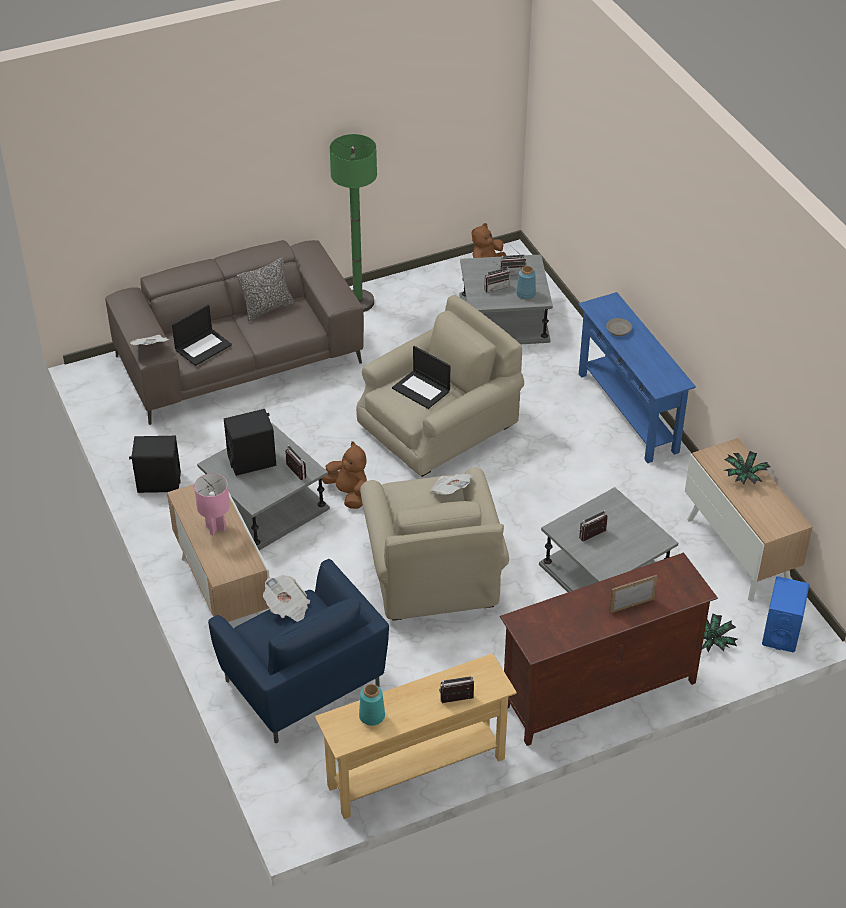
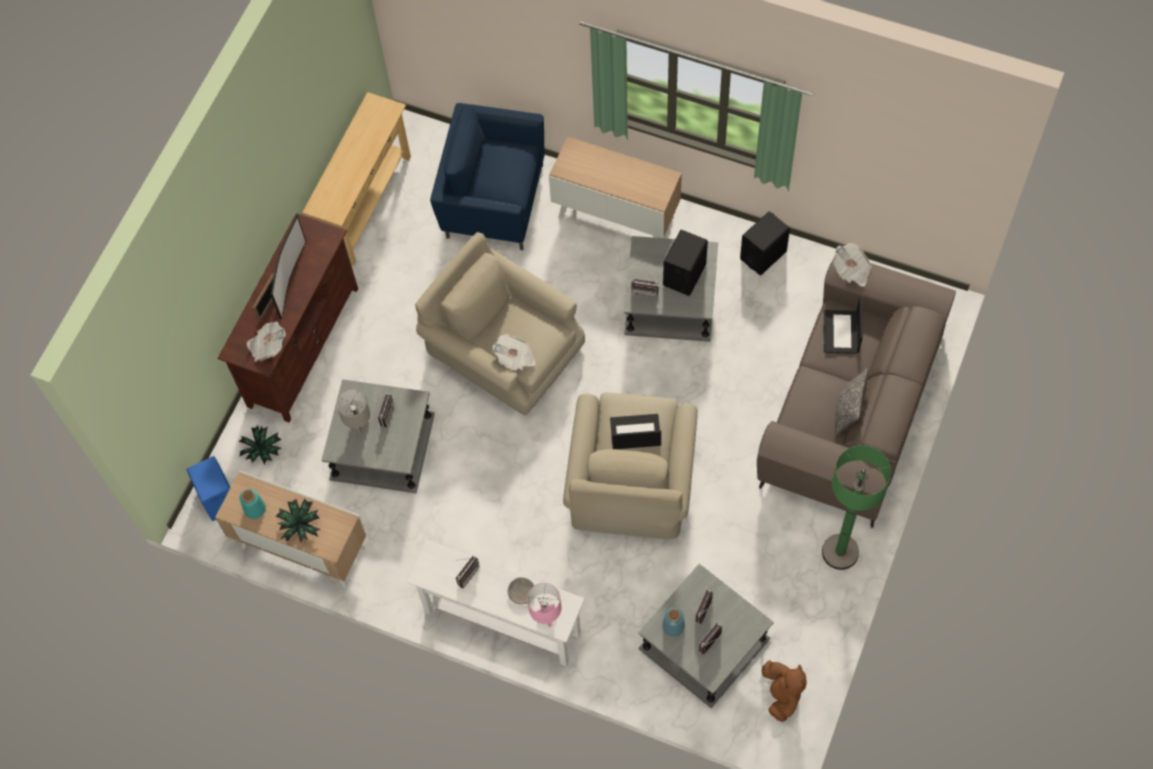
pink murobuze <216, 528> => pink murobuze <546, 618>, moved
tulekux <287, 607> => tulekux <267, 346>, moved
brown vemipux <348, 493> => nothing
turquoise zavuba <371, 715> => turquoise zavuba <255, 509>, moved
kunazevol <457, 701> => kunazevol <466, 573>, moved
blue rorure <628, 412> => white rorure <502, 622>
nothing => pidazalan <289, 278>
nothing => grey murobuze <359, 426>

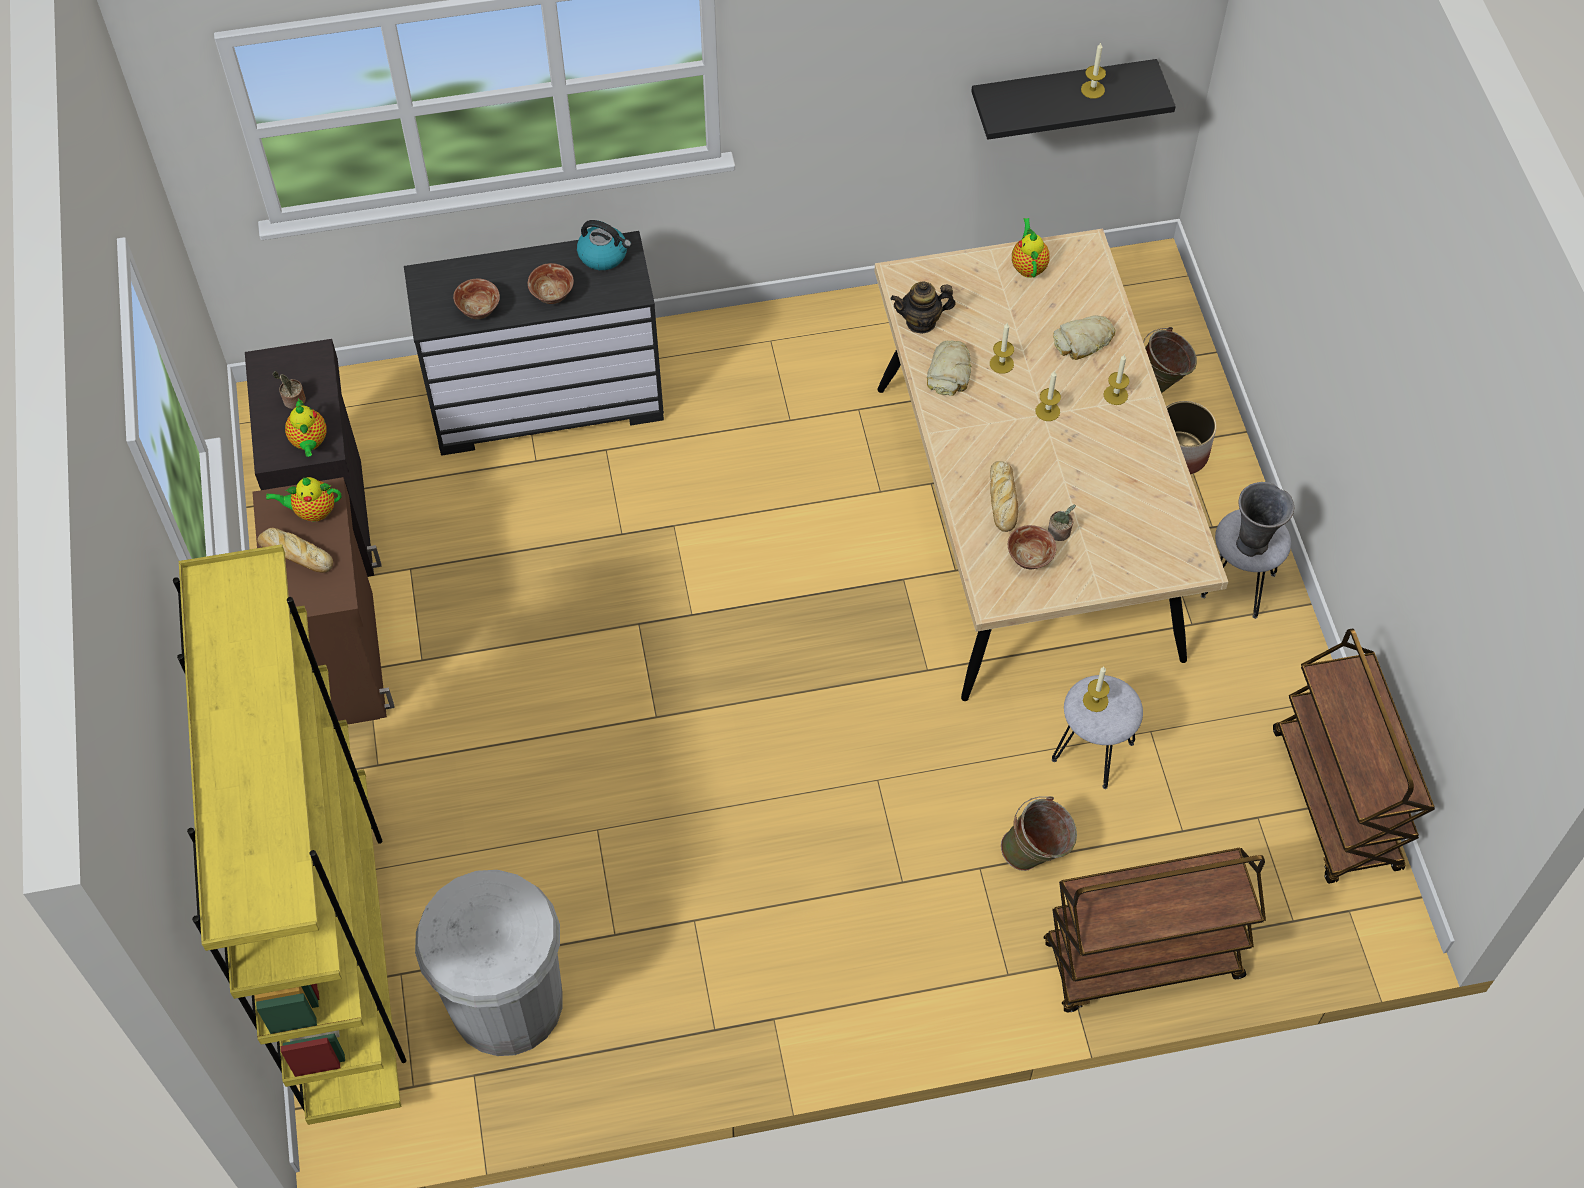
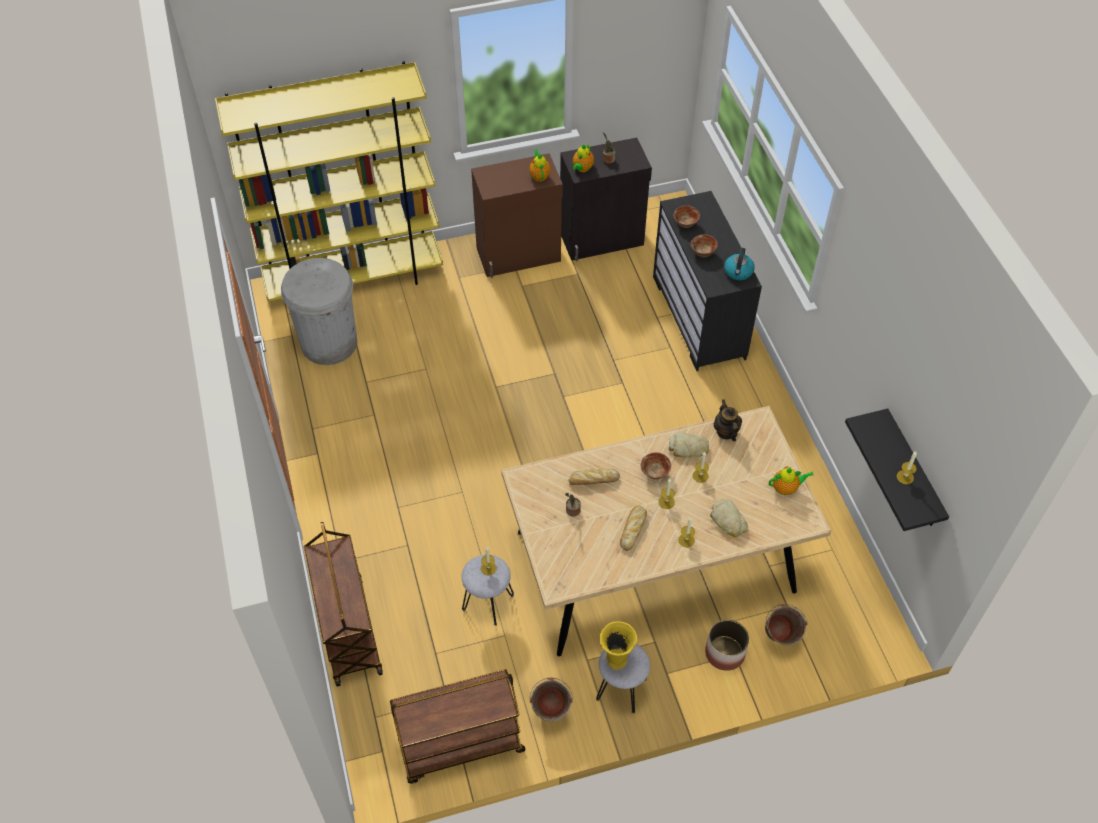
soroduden <294, 554> => soroduden <633, 528>, moved
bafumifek <309, 443> => bafumifek <582, 168>, 45 degrees counterclockwise
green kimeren <1036, 855> => green kimeren <550, 713>, moved
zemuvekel <1029, 559> => zemuvekel <655, 473>, moved
grey zavuba <1253, 545> => yellow zavuba <616, 660>

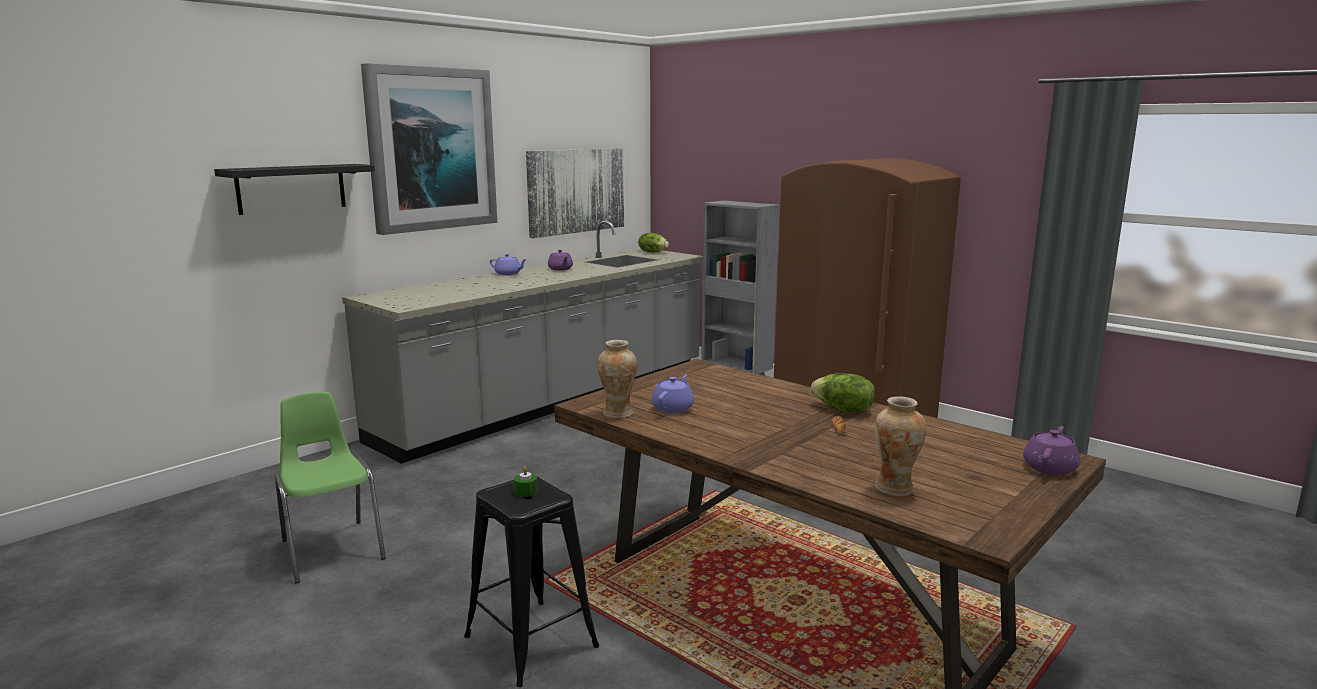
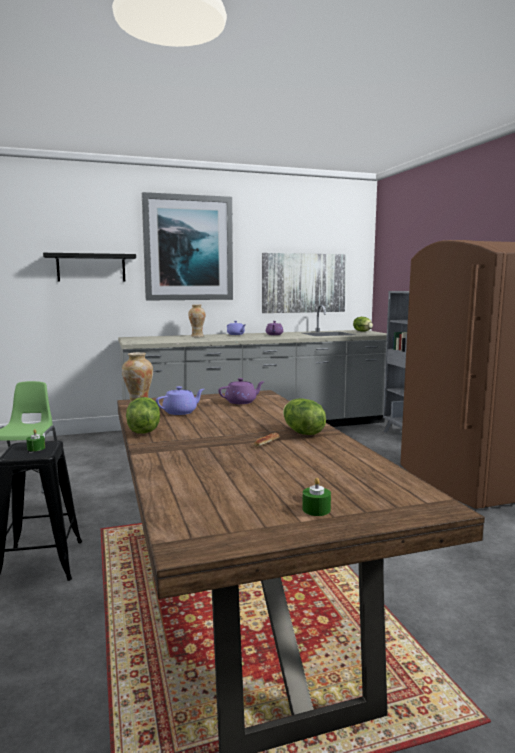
zavuba <894, 489> => zavuba <197, 336>, moved
purple bafumifek <1050, 467> => purple bafumifek <241, 402>, moved
nothing => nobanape <143, 430>
nothing => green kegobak <316, 509>

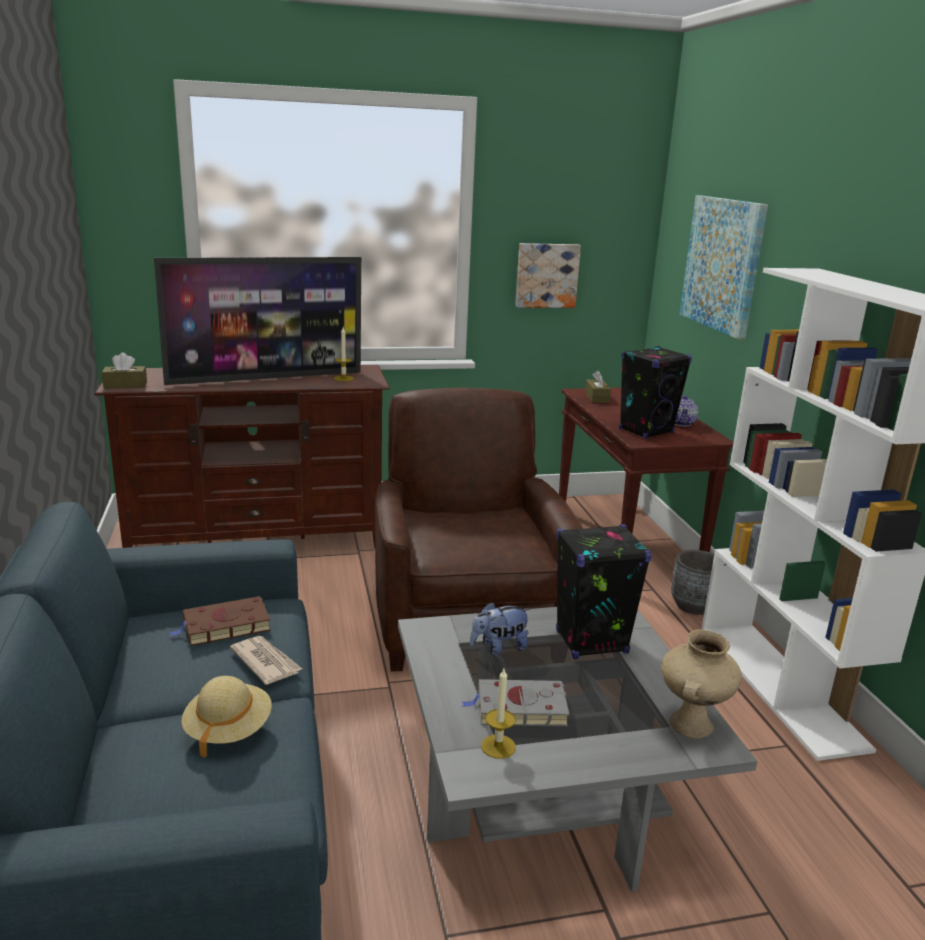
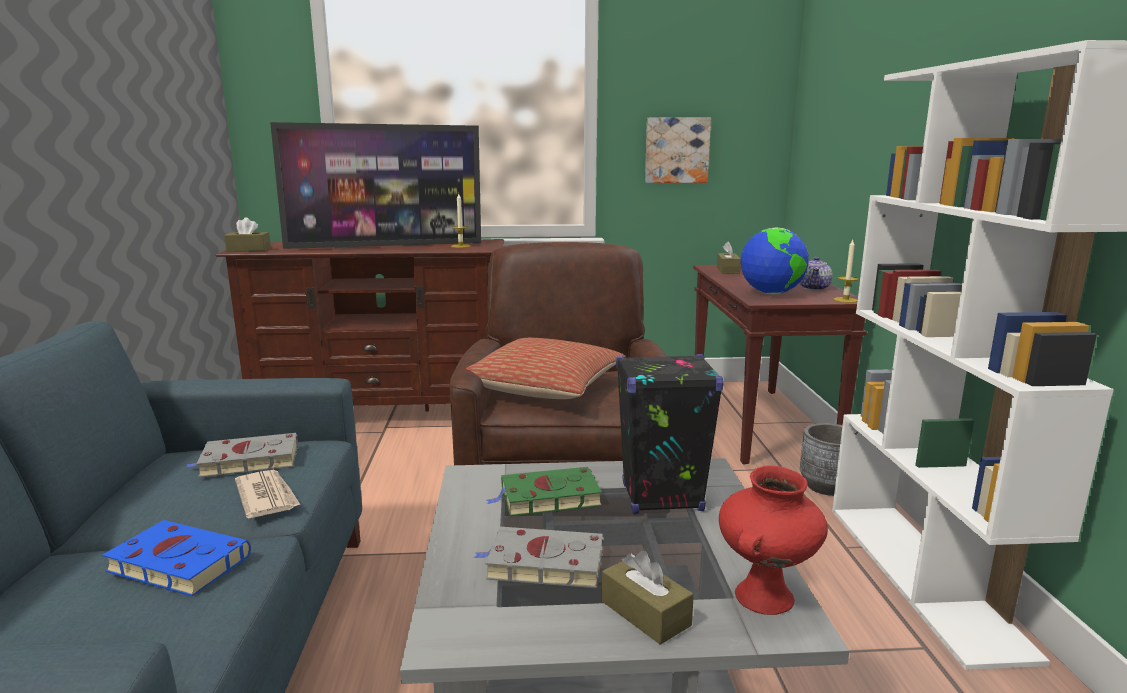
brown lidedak <224, 626> => grey lidedak <247, 461>
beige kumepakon <228, 729> => blue lidedak <176, 563>
vemipux <499, 647> => green lidedak <547, 498>
kegobak <498, 746> => kegobak <845, 300>, moved
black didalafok <646, 431> => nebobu <771, 293>
beige zavuba <692, 725> => red zavuba <765, 598>
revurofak <723, 264> => nothing
nothing => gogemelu <544, 388>
nothing => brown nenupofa <645, 613>

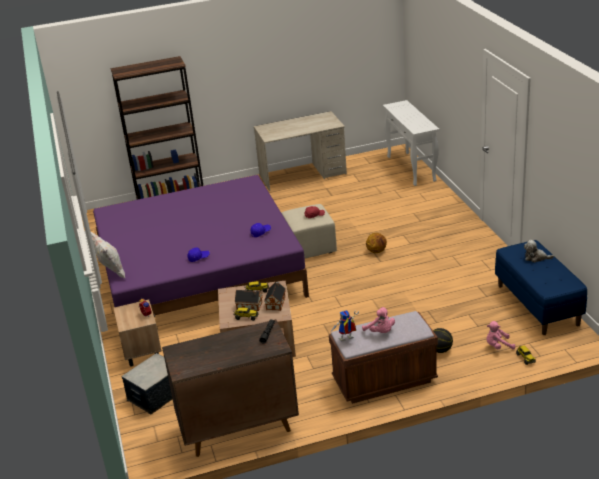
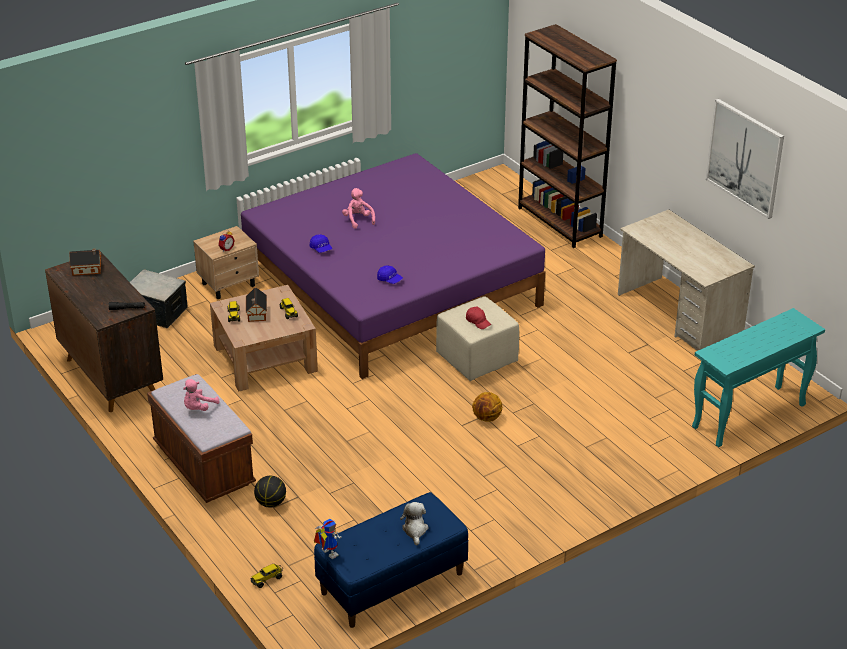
white gogemelu <111, 272> => nothing
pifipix <276, 303> => pifipix <88, 269>, moved
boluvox <346, 340> => boluvox <326, 553>, moved
white rorure <411, 169> => turquoise rorure <748, 417>
pink vemipux <498, 346> => pink vemipux <358, 220>, moved
nothing => revurofak <745, 157>

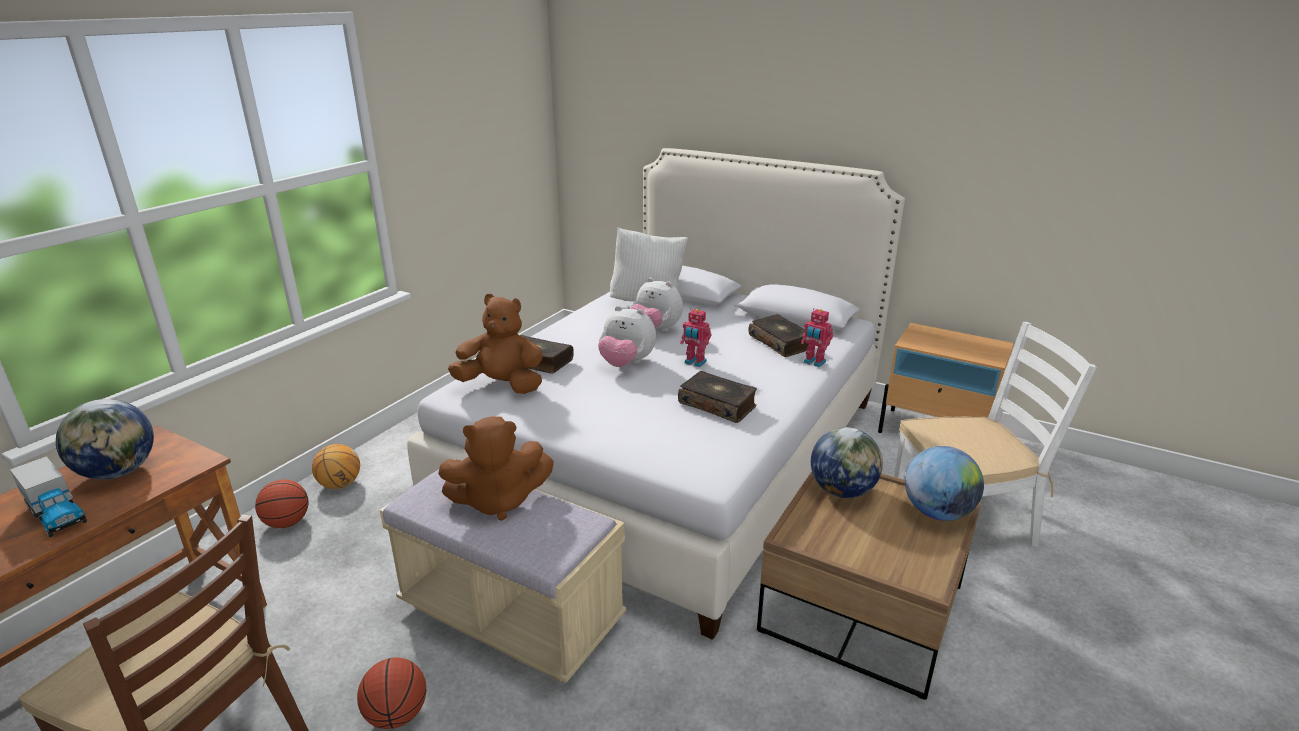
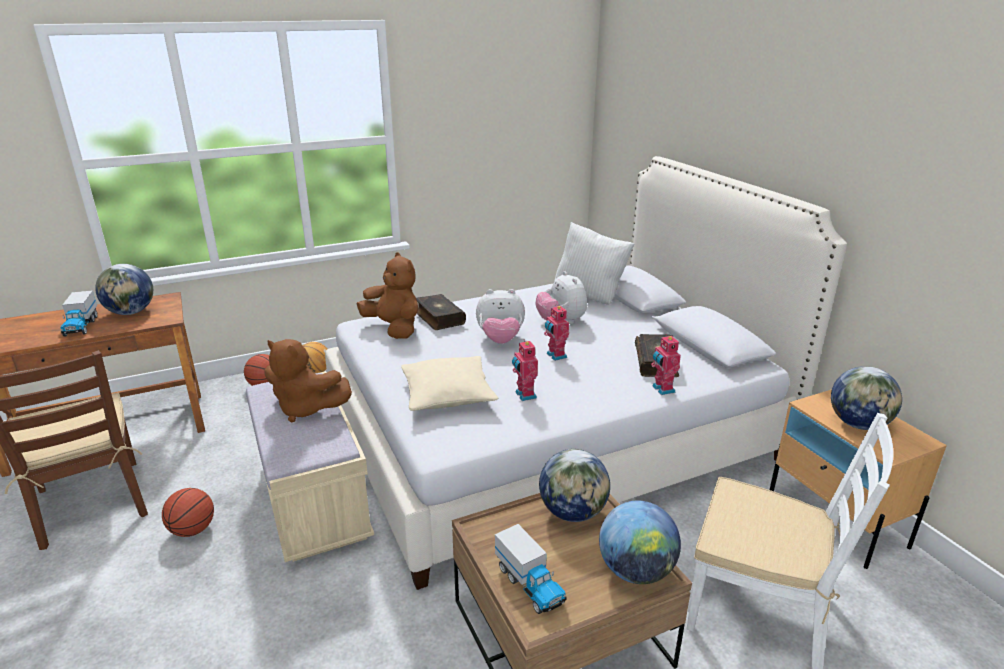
vemipux <626, 364> => vemipux <500, 340>, 60 degrees counterclockwise
lidedak <717, 405> => boluvox <524, 395>
nothing => beige gogemelu <448, 395>
nothing => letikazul <530, 584>
nothing => nebobu <858, 424>

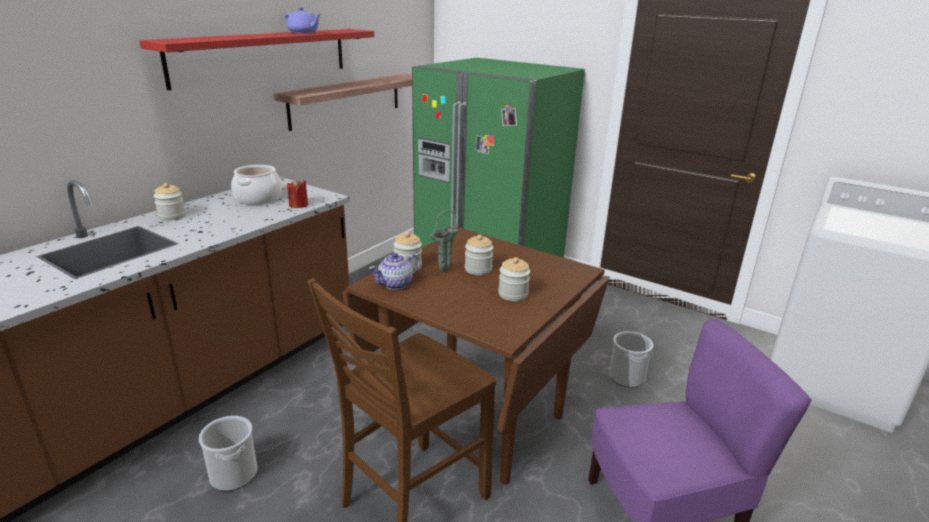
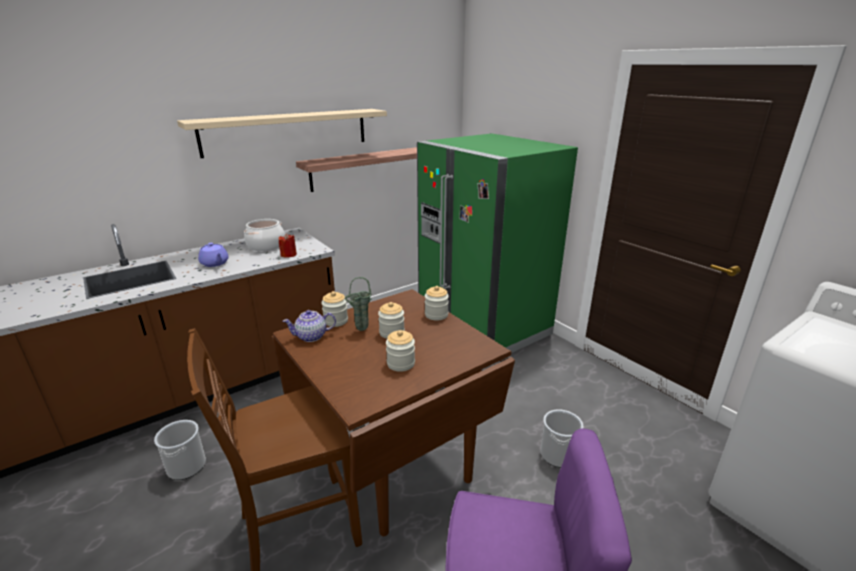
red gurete <263, 56> => beige gurete <287, 131>
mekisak <172, 216> => mekisak <436, 315>, moved
purple bafumifek <303, 33> => purple bafumifek <215, 263>, moved

